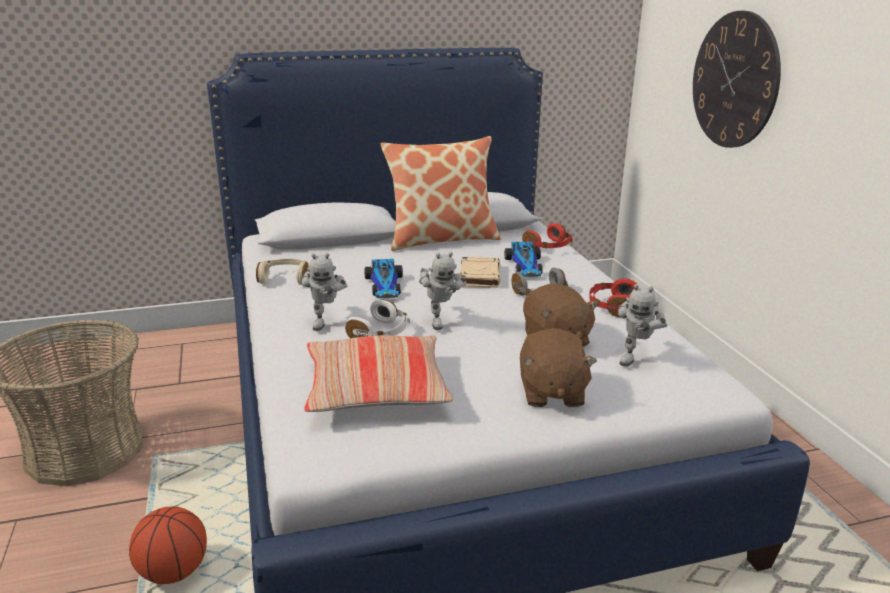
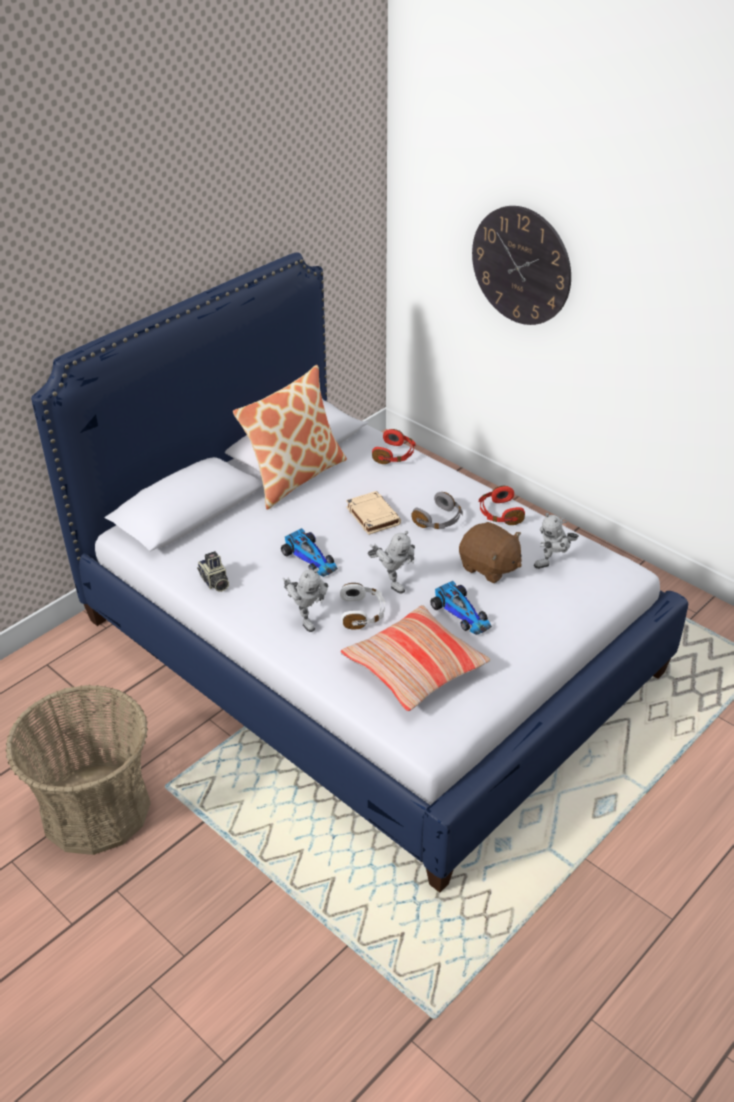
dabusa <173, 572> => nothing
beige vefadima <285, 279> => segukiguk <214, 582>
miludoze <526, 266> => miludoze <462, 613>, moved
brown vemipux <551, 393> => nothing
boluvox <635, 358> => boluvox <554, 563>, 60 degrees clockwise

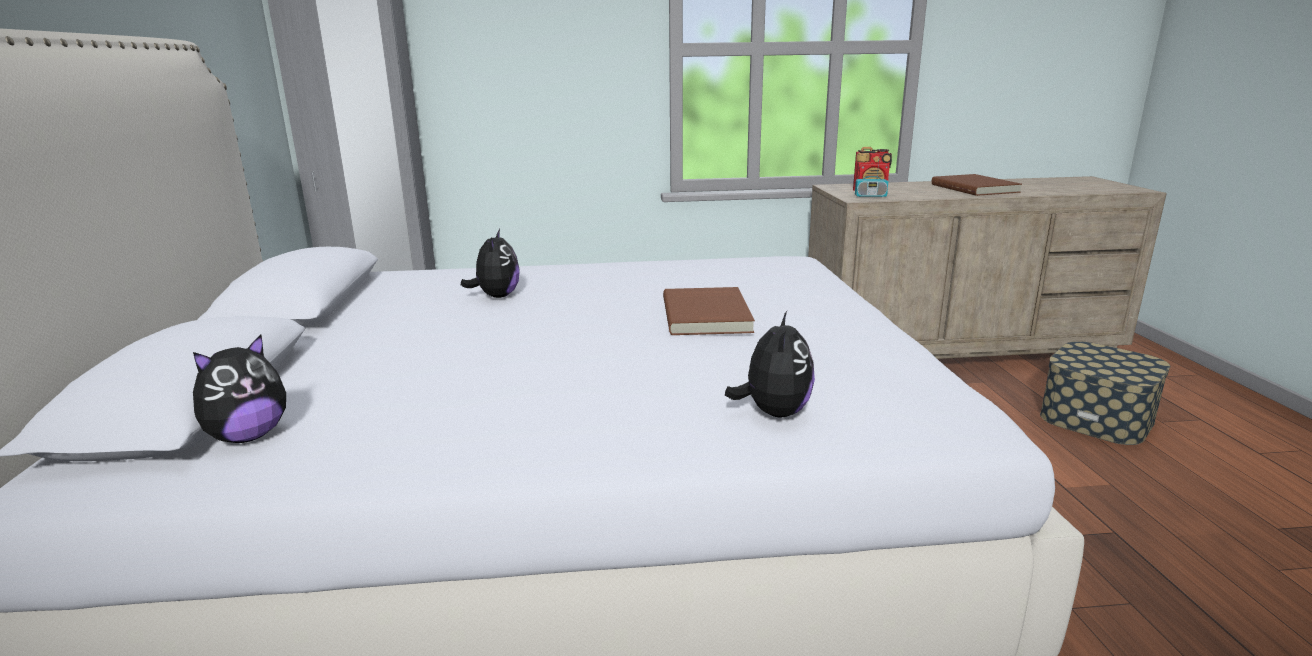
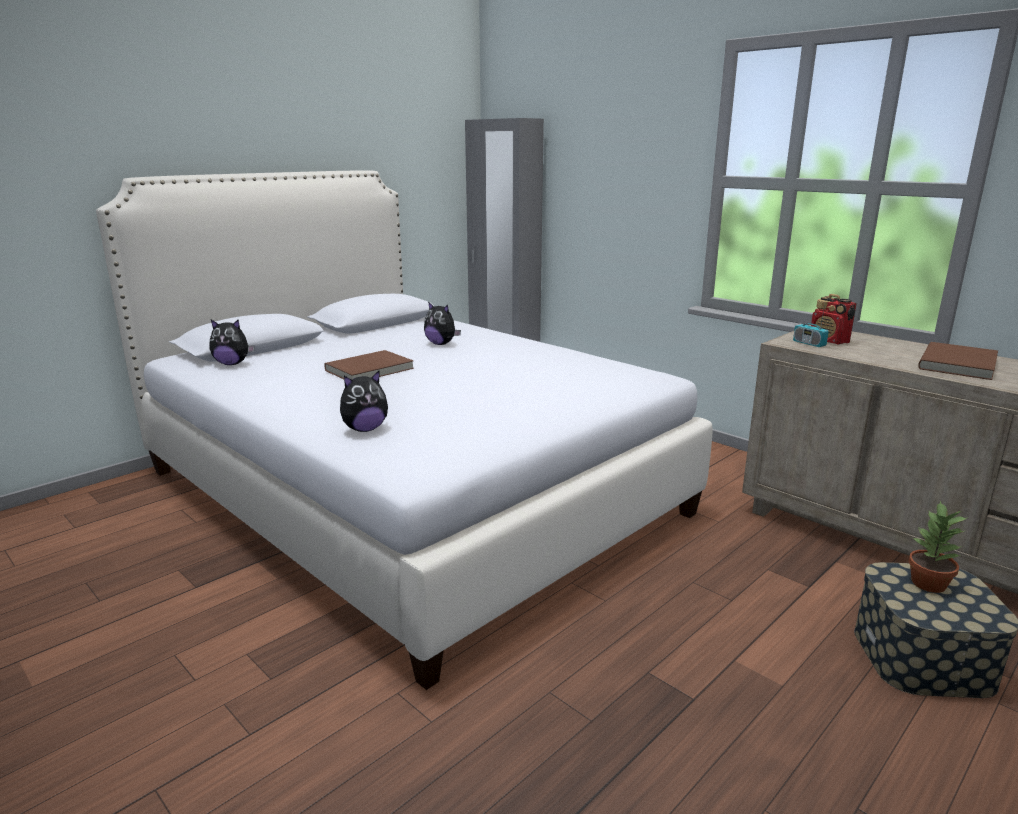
vemipux <496, 296> => vemipux <441, 344>, 75 degrees clockwise
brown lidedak <708, 315> => brown lidedak <370, 370>, moved
nothing => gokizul <928, 584>

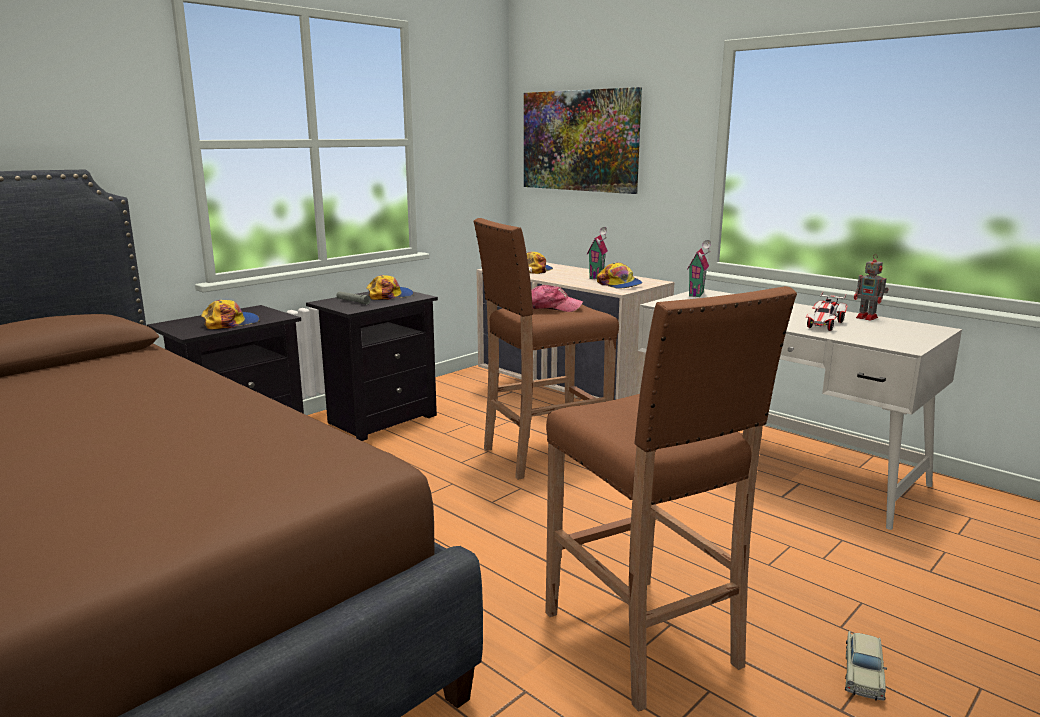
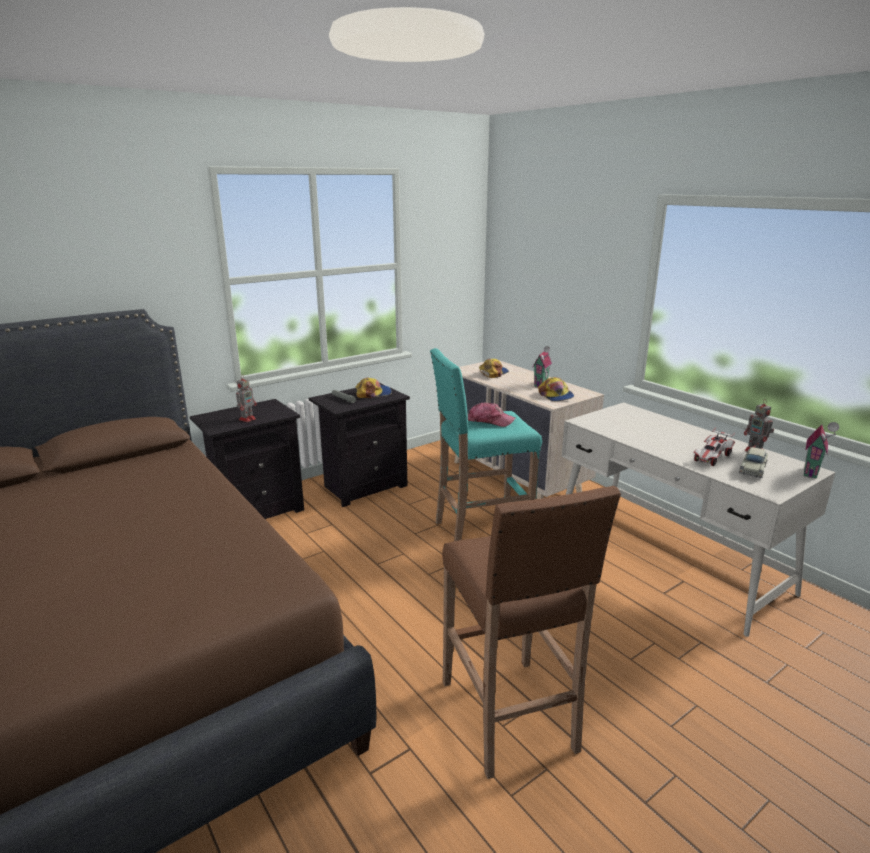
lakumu <231, 323> => boluvox <248, 419>
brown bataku <543, 454> => turquoise bataku <480, 532>
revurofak <579, 141> => nothing
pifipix <698, 294> => pifipix <812, 473>, moved
beige miludoze <863, 673> => beige miludoze <753, 469>, moved

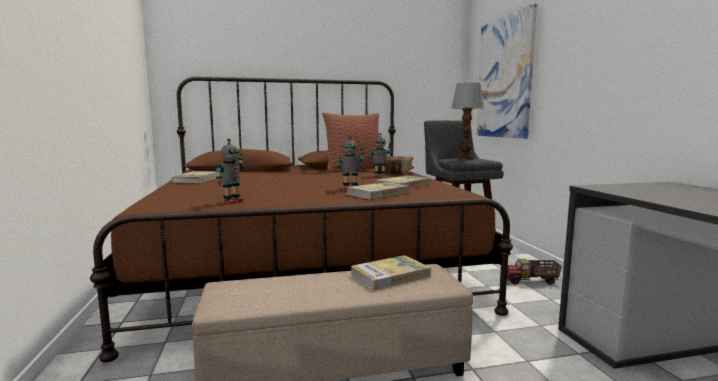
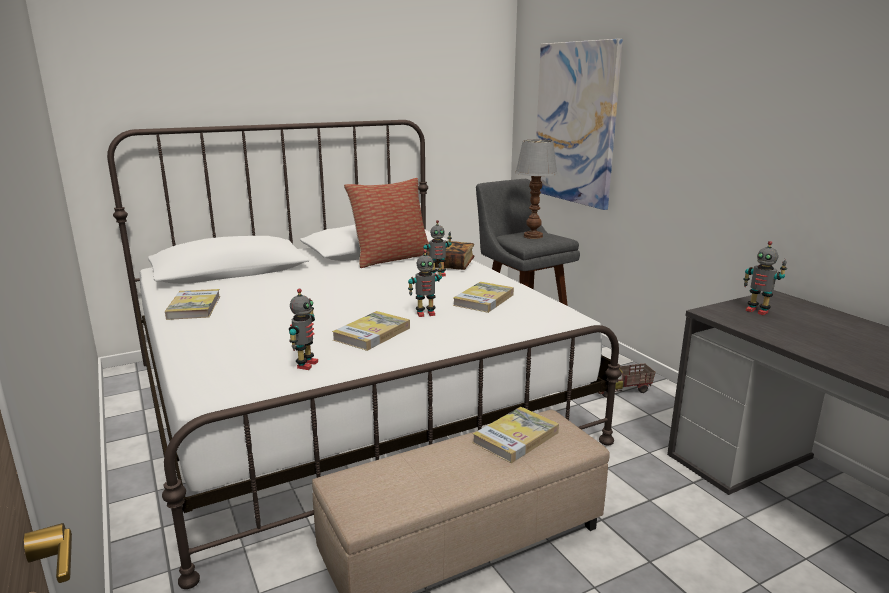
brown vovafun <305, 265> => white vovafun <348, 399>
lidedak <378, 193> => lidedak <372, 334>, moved
nothing => boluvox <757, 311>

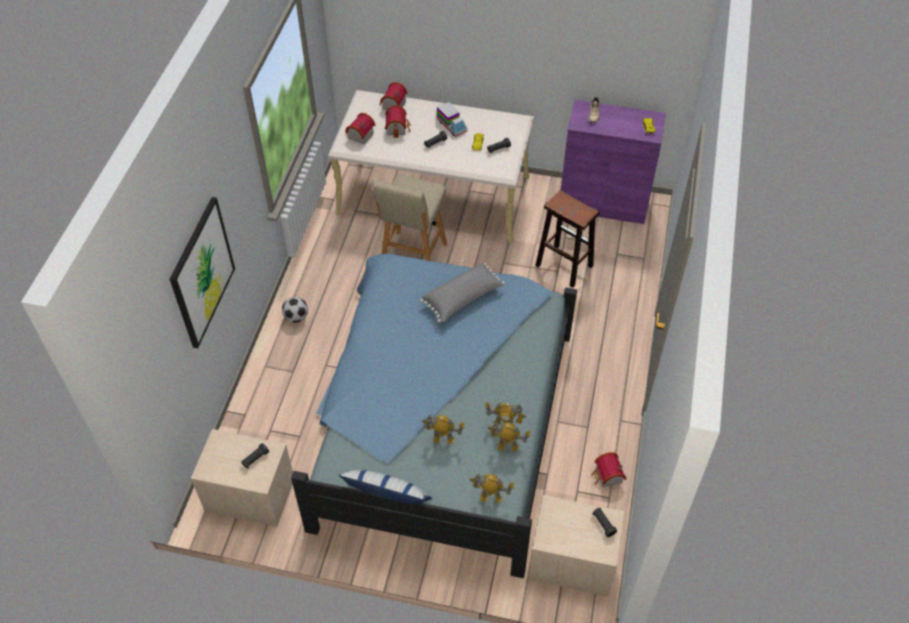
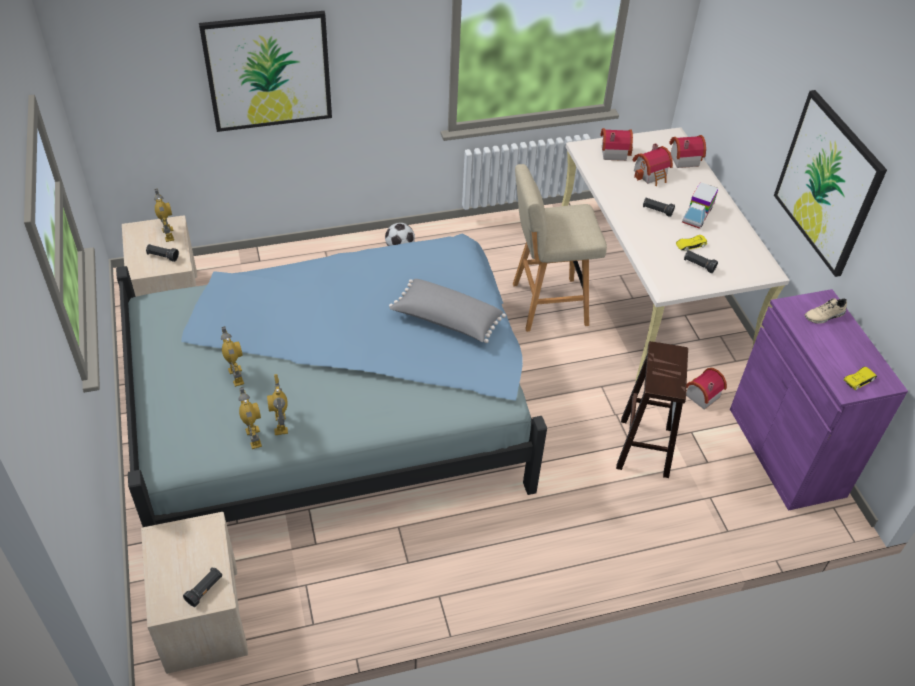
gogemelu <387, 495> => nothing
boluvox <491, 498> => boluvox <168, 234>, moved
pifipix <607, 477> => pifipix <700, 395>, moved
nothing => revurofak <828, 183>

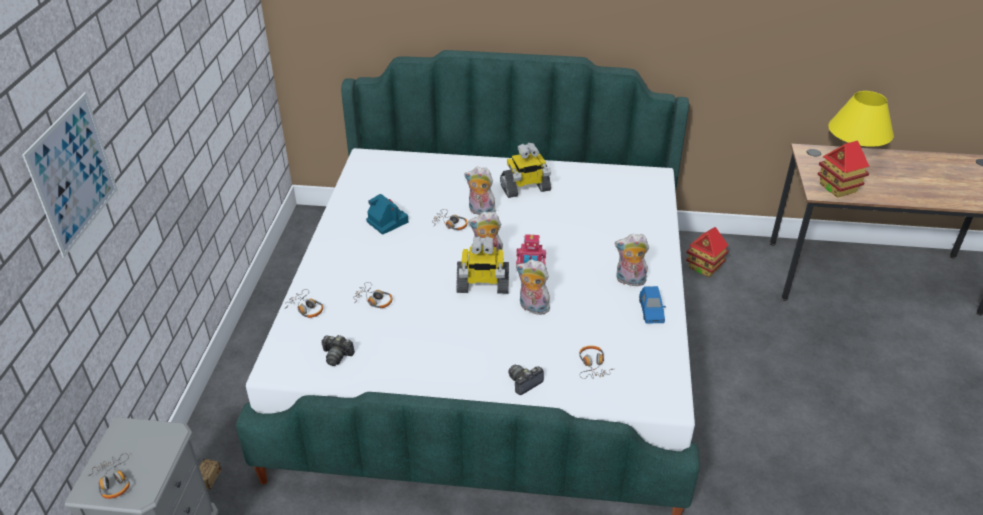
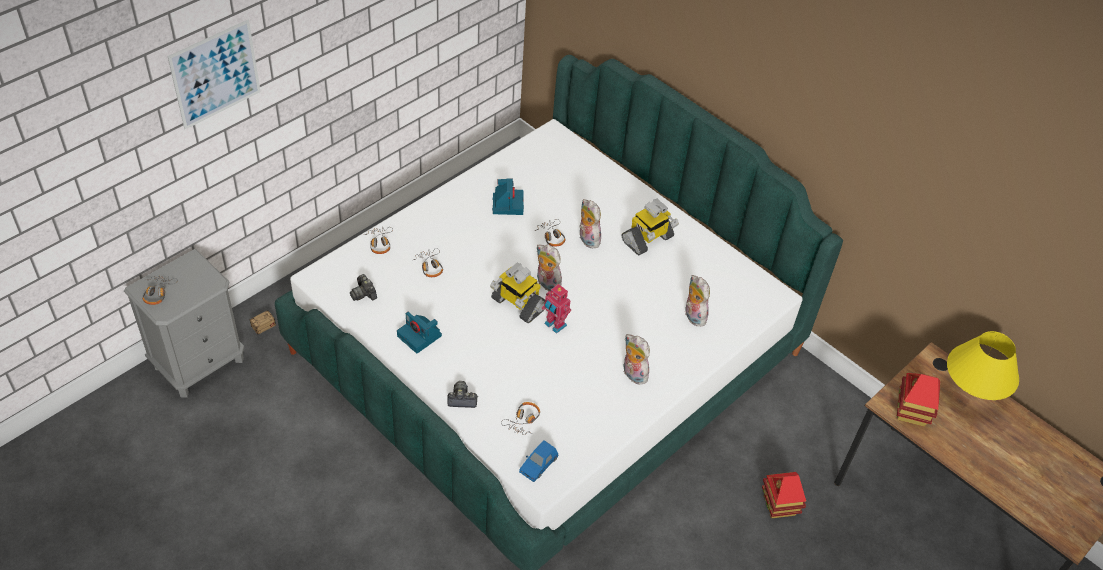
boluvox <525, 188> => boluvox <647, 240>, 60 degrees counterclockwise
vemipux <532, 308> => vemipux <693, 316>, moved
blue miludoze <651, 311> => blue miludoze <538, 465>, moved
pifipix <704, 267> => pifipix <779, 505>, moved
nothing => segukiguk <420, 336>

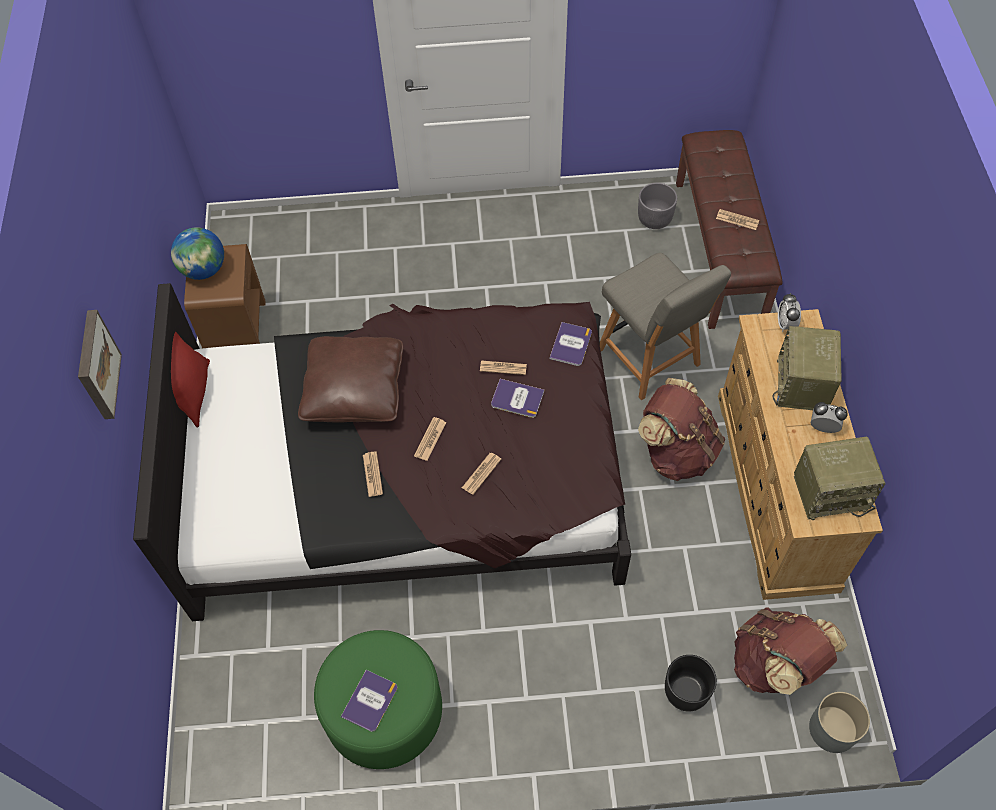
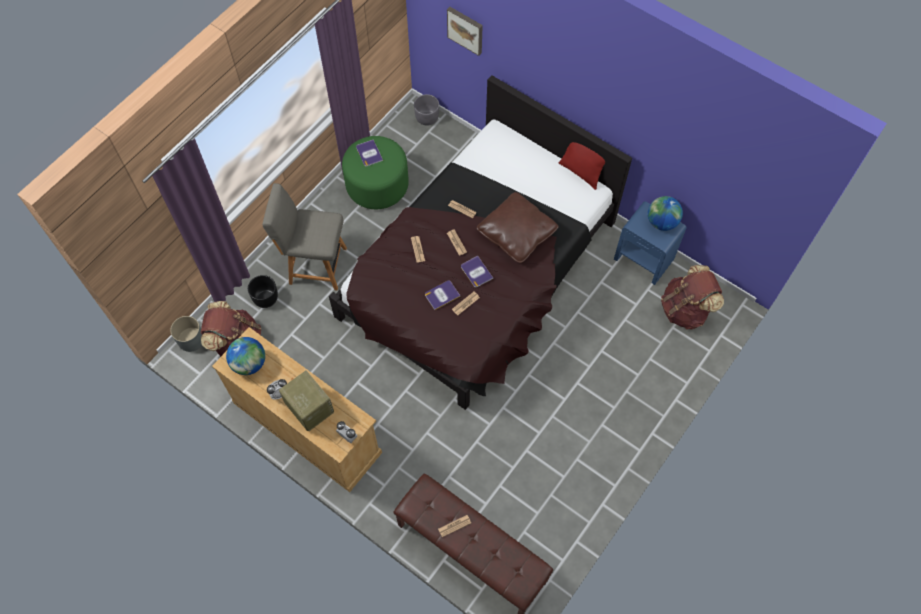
revurofak <95, 365> => revurofak <466, 29>, moved
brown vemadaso <237, 330> => blue vemadaso <644, 259>
lidedak <571, 345> => lidedak <476, 272>, moved
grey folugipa <650, 360> => grey folugipa <315, 265>, moved
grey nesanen <654, 219> => grey nesanen <427, 118>, moved
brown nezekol <676, 451> => brown nezekol <685, 309>, moved
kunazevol <831, 492> => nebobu <249, 363>

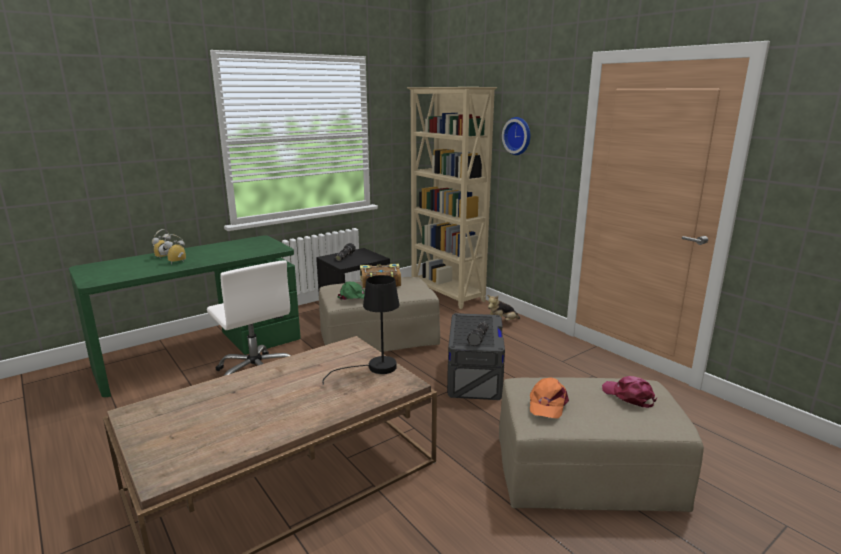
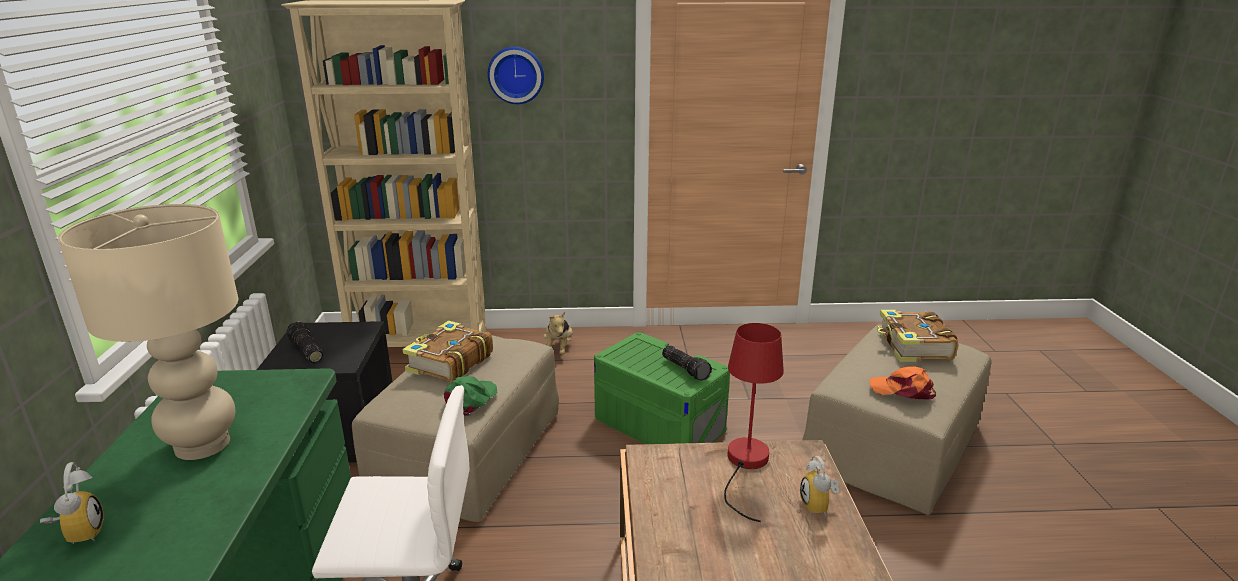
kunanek <178, 263> => kunanek <819, 507>, moved
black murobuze <373, 368> => red murobuze <745, 464>
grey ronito <474, 376> => green ronito <659, 424>
orange lakumu <547, 404> => orange lakumu <903, 390>, 150 degrees clockwise
pink lakumu <628, 396> => lidedak <913, 346>
nothing => beige murobuze <202, 444>

